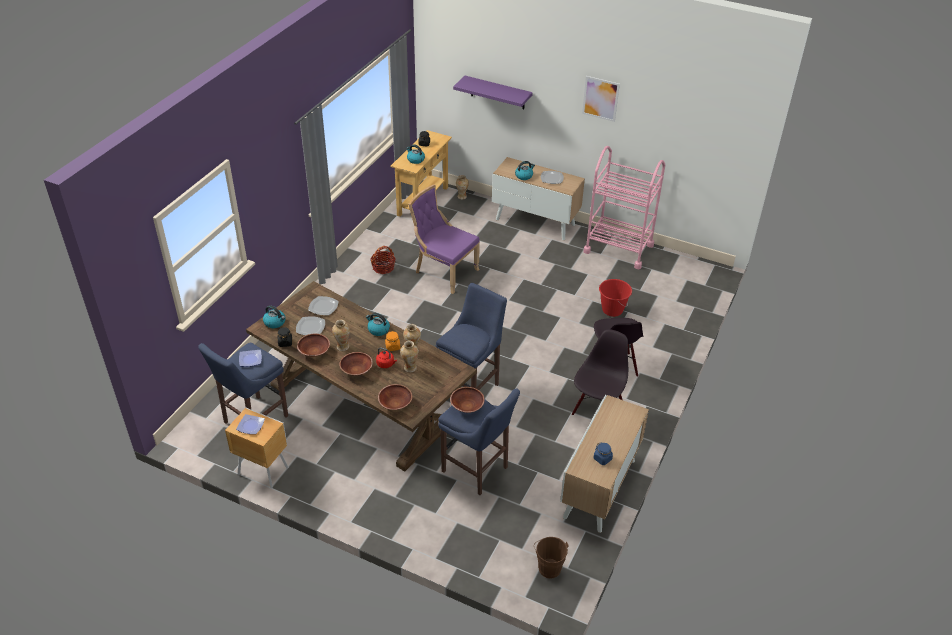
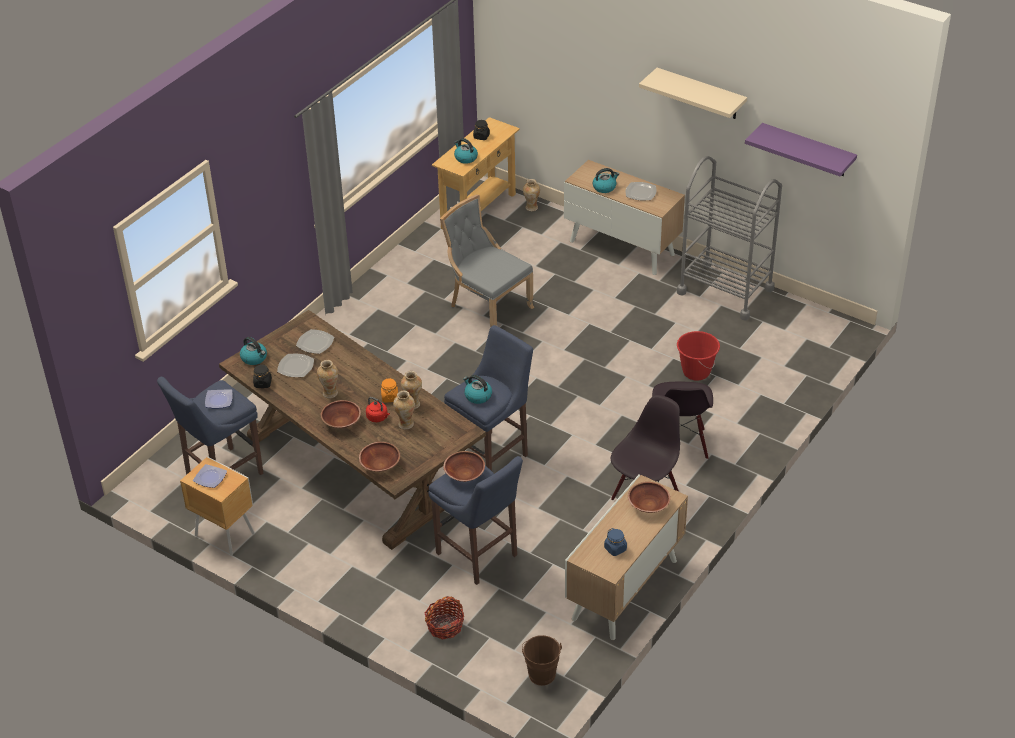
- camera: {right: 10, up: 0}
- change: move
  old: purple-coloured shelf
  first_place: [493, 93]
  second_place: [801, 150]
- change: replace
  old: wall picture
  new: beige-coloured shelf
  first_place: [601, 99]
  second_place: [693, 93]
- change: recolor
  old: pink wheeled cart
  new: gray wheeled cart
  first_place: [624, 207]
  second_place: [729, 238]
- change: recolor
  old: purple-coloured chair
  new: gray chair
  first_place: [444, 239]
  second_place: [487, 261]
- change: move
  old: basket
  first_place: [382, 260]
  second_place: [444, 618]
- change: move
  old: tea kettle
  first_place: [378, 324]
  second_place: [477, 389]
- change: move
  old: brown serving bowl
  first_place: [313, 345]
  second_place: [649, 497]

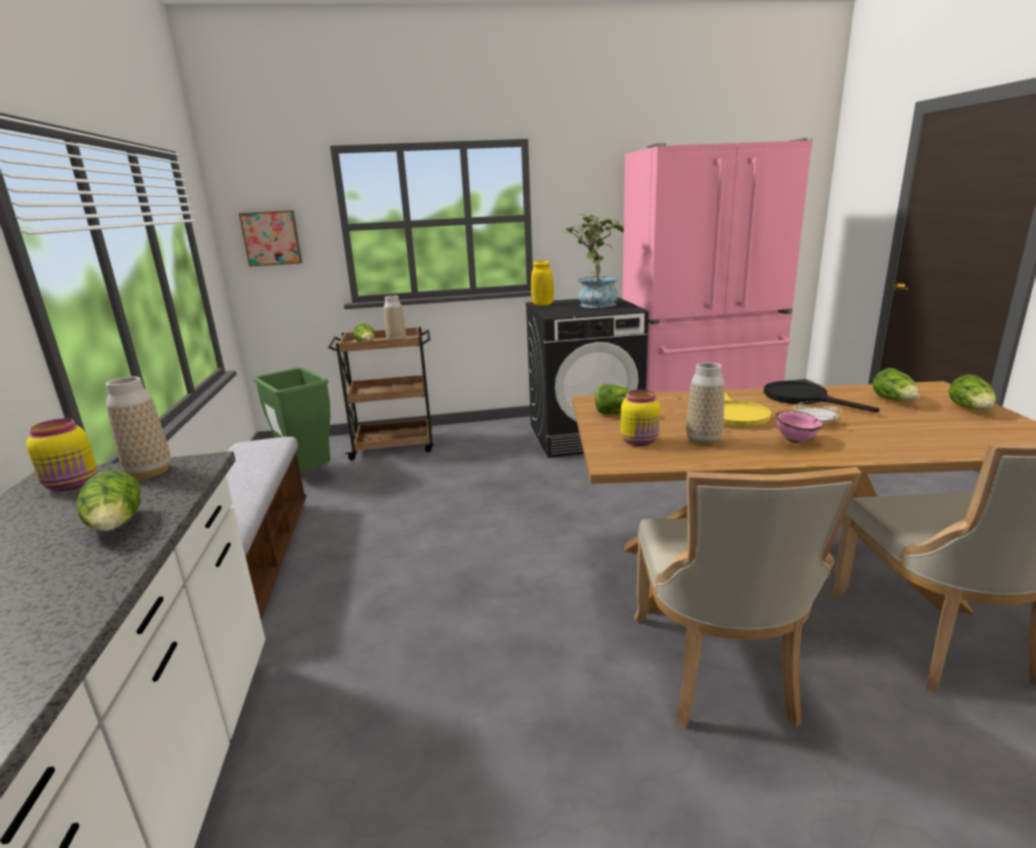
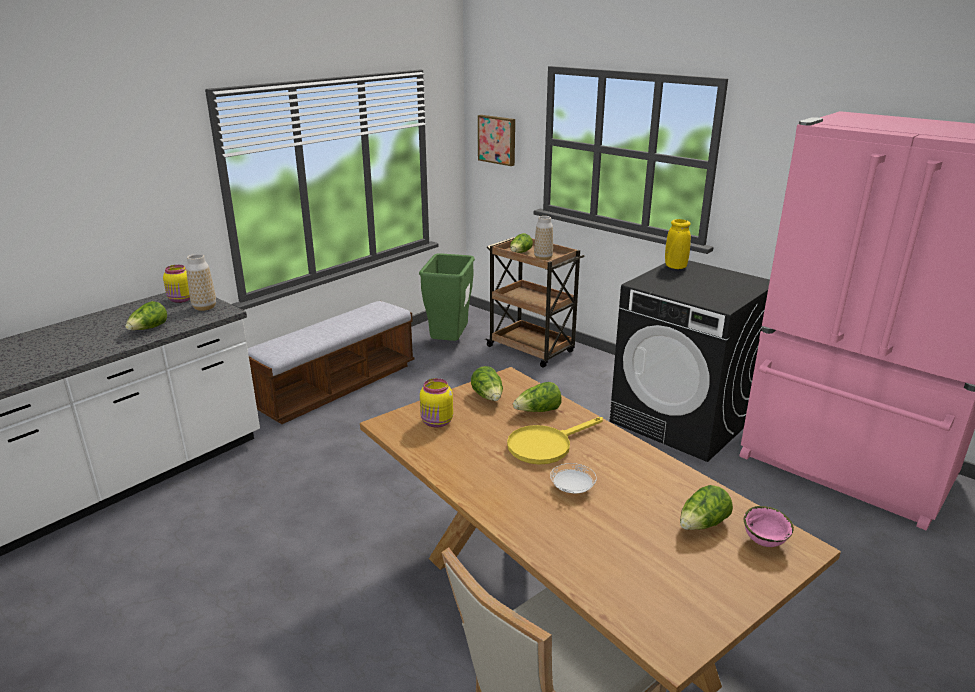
- camera: {right: 50, up: 5}
- change: delete
  old: potted plant
  first_place: [592, 260]
- change: delete
  old: vase
  first_place: [705, 404]
- change: move
  old: head of lettuce
  first_place: [972, 392]
  second_place: [537, 397]
- change: delete
  old: black-coloured pan
  first_place: [821, 397]
- change: move
  old: pink serving bowl
  first_place: [799, 426]
  second_place: [769, 526]
- change: delete
  old: beige-coloured chair
  first_place: [748, 597]

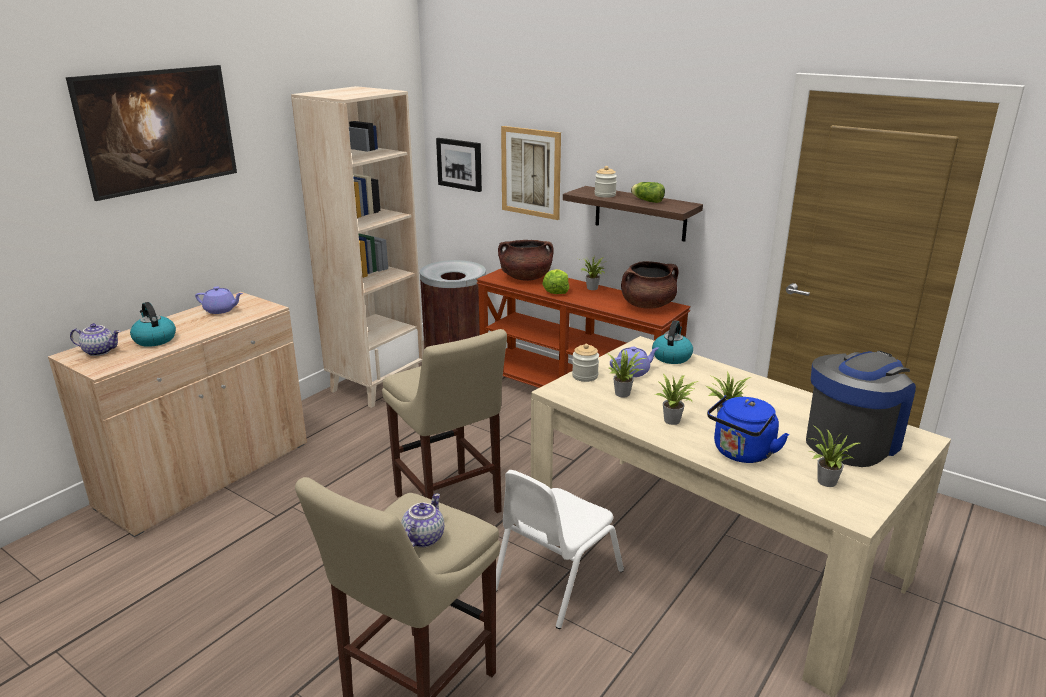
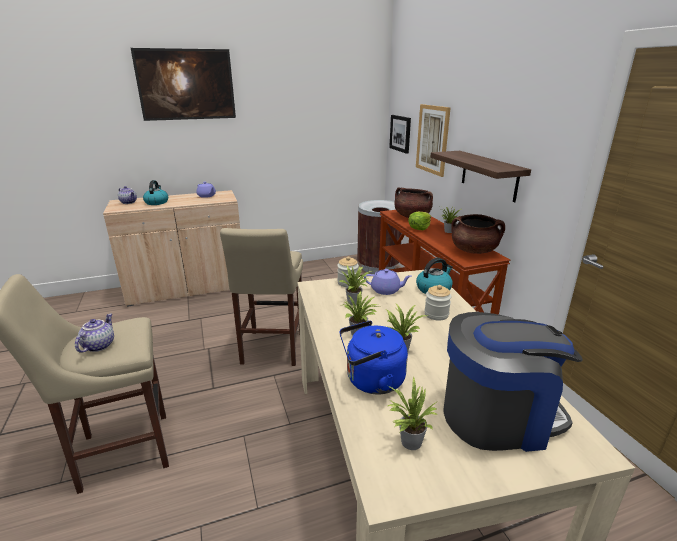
- camera: {right: 35, up: 0}
- change: delete
  old: beige-coloured shelving unit
  first_place: [357, 247]
- change: move
  old: preserve jar
  first_place: [606, 182]
  second_place: [437, 302]
- change: delete
  old: head of lettuce
  first_place: [648, 192]
- change: delete
  old: white chair
  first_place: [560, 549]
- change: rotate
  old: pot for tea
  first_place: [422, 520]
  second_place: [94, 333]
  degrees: -45

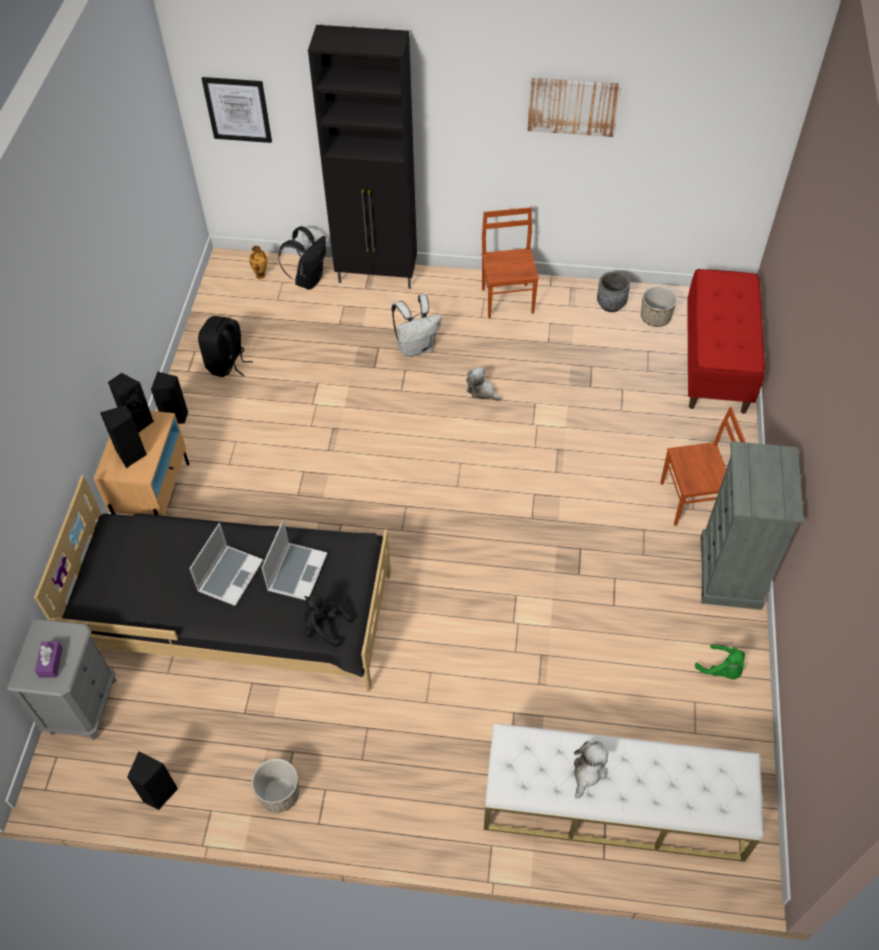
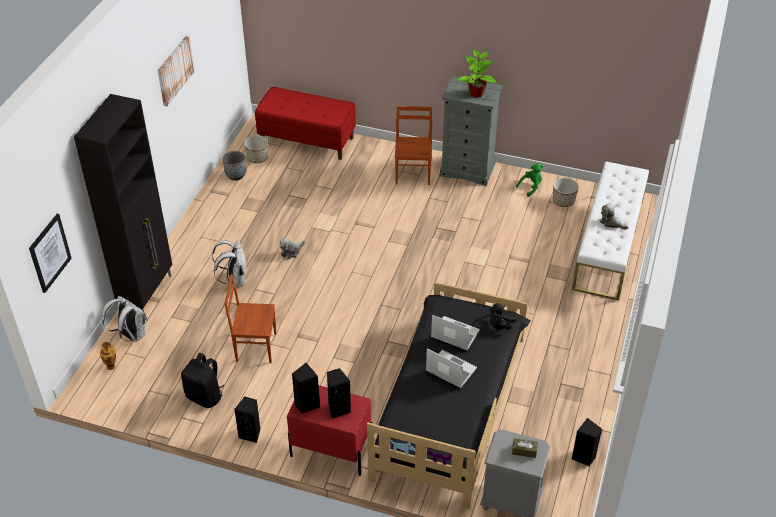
- camera: {right: -80, up: -10}
- change: move
  old: brown chair
  first_place: [510, 262]
  second_place: [250, 318]
- change: recolor
  old: black-coloured knapsack
  new: white knapsack
  first_place: [302, 258]
  second_place: [125, 319]
- change: recolor
  old: beige-coloured night table
  new: reddish night table
  first_place: [141, 463]
  second_place: [329, 430]
- change: recolor
  old: purple-coloured tissue holder
  new: brown tissue holder
  first_place: [49, 659]
  second_place: [525, 448]
- change: move
  old: flower pot
  first_place: [275, 786]
  second_place: [566, 192]
- change: insert
  new: potted plant
  second_place: [477, 73]

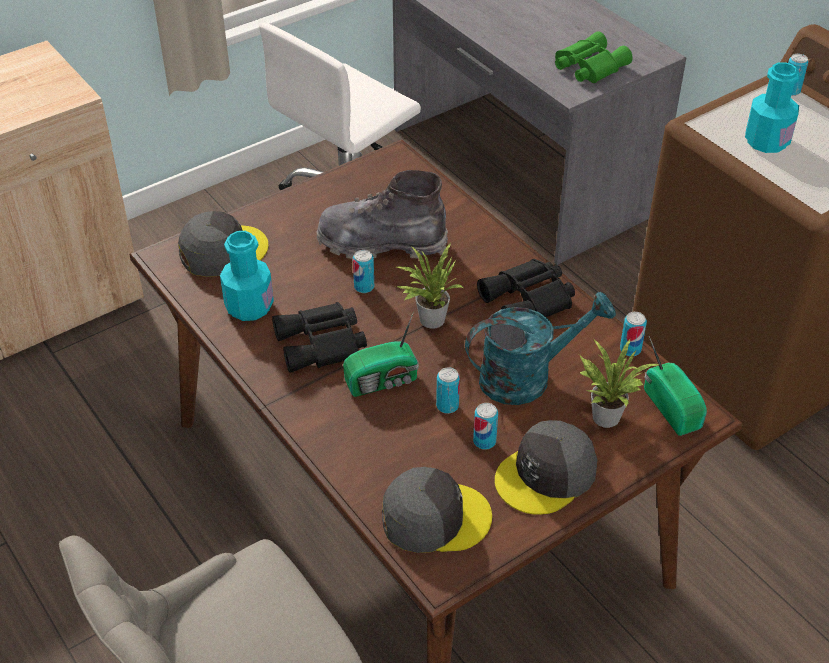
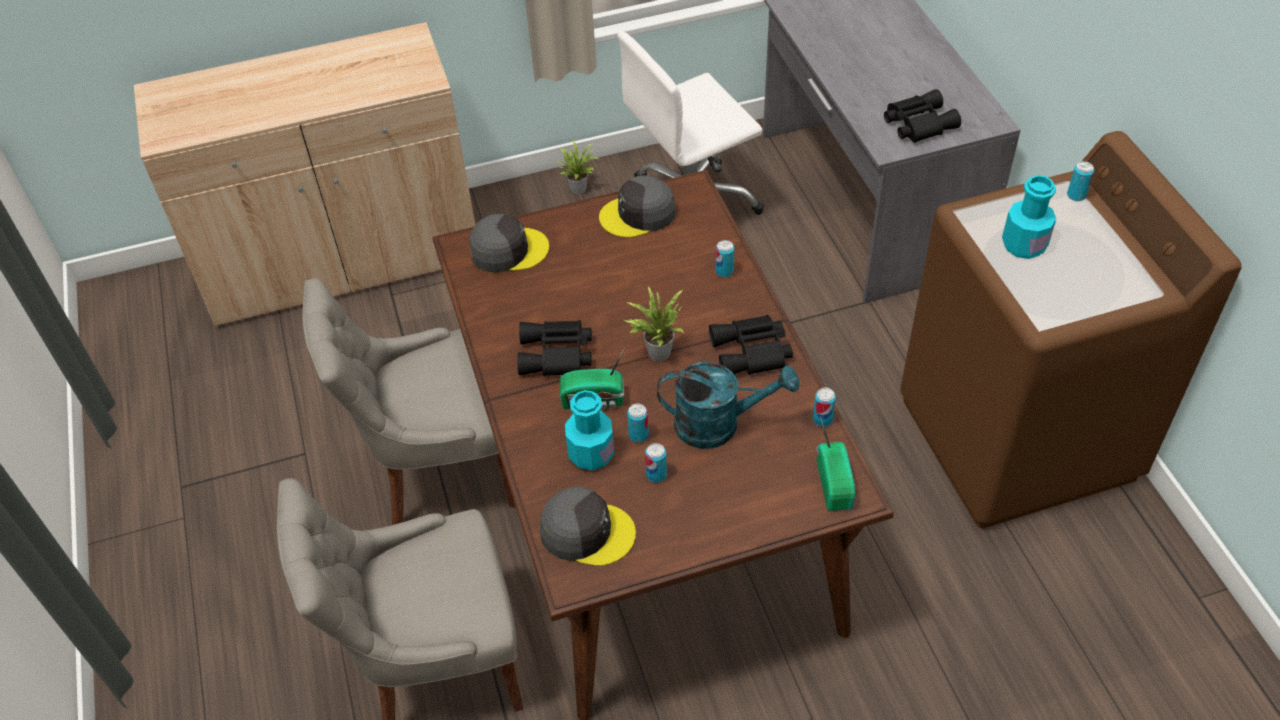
- camera: {right: 20, up: 5}
- change: recolor
  old: green-coloured field glasses
  new: black-coloured field glasses
  first_place: [594, 57]
  second_place: [922, 116]
- change: delete
  old: gray tall boot
  first_place: [382, 214]
- change: move
  old: blue-green beverage bottle
  first_place: [247, 276]
  second_place: [589, 430]
- change: move
  old: can
  first_place: [363, 271]
  second_place: [725, 258]
- change: move
  old: potted plant
  first_place: [619, 383]
  second_place: [578, 167]
- change: move
  old: gray baseball cap
  first_place: [546, 467]
  second_place: [637, 206]
- change: insert
  new: gray chair
  second_place: [408, 401]

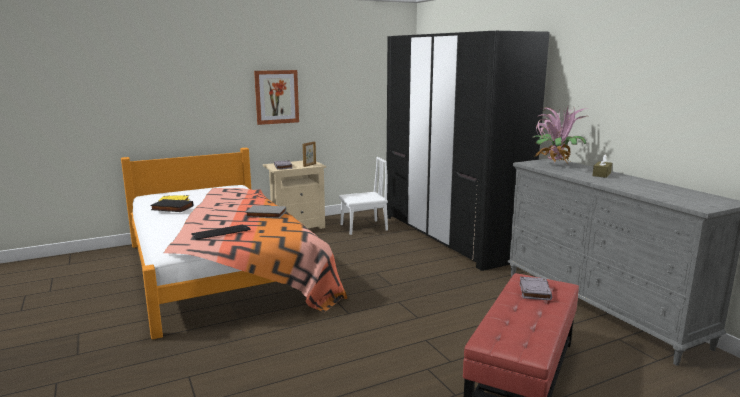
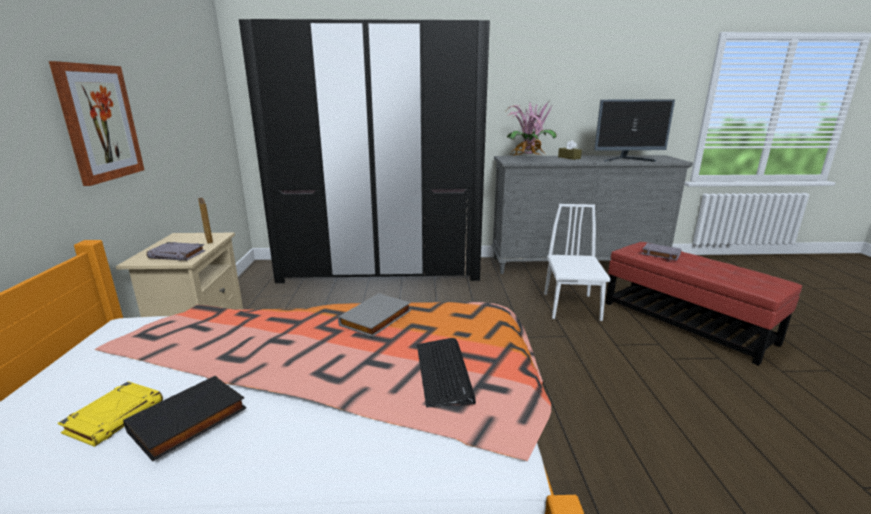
- camera: {right: -65, up: 5}
- change: move
  old: white chair
  first_place: [363, 196]
  second_place: [577, 262]
- change: insert
  new: monitor
  second_place: [634, 131]

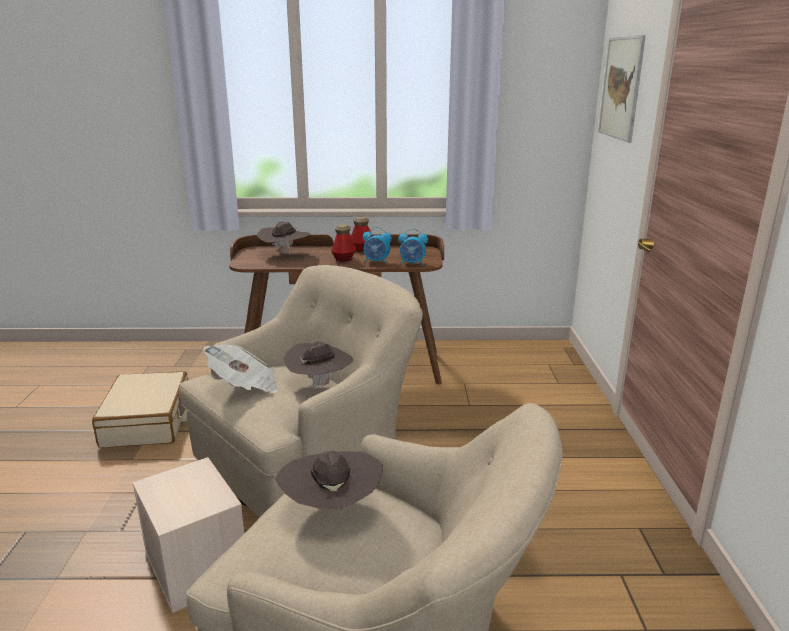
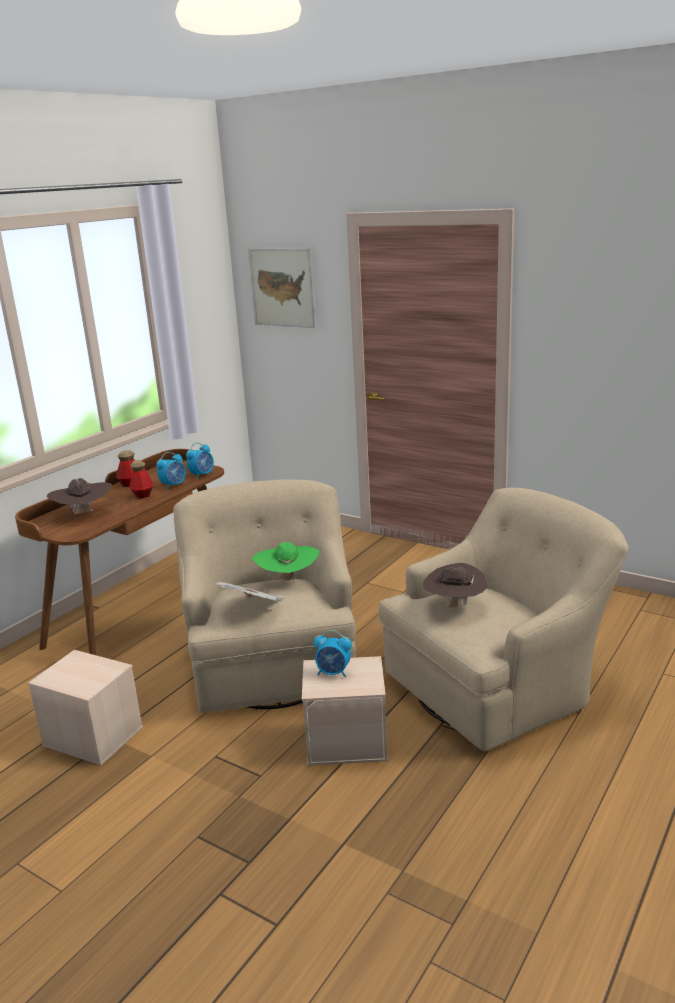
- camera: {right: -55, up: 0}
- change: recolor
  old: brown wearable hat
  new: green-coloured wearable hat
  first_place: [319, 365]
  second_place: [286, 562]
- change: replace
  old: beige-coloured travel case
  new: beige-coloured storage box
  first_place: [140, 409]
  second_place: [85, 707]
- change: insert
  new: bedside clock
  second_place: [333, 654]

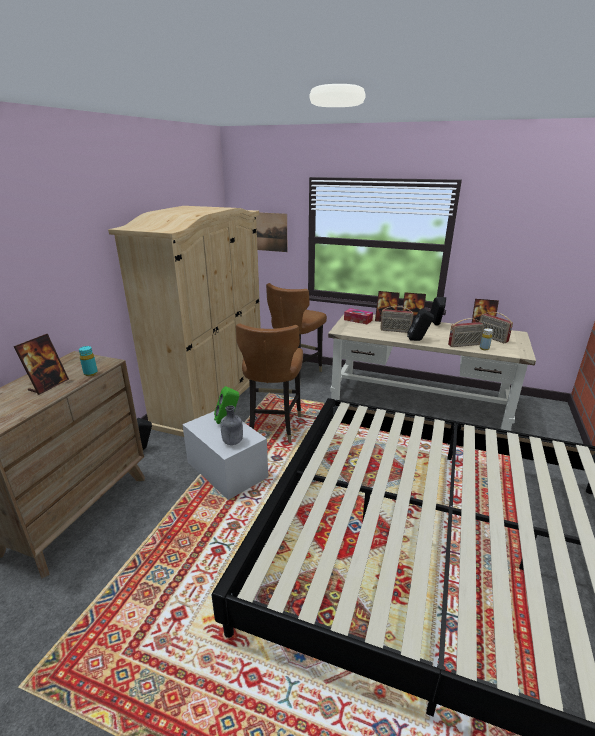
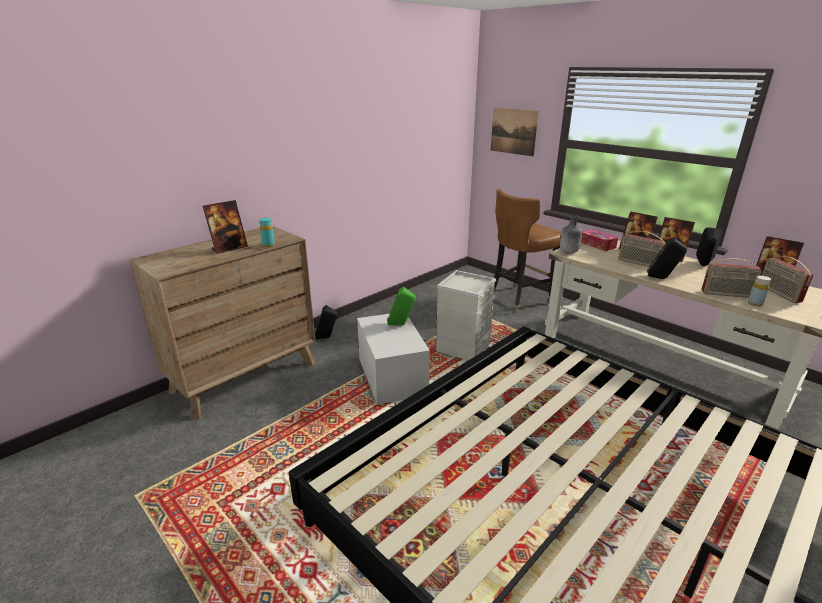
- camera: {right: 25, up: 0}
- change: delete
  old: beige-coloured wardrobe
  first_place: [184, 321]
- change: replace
  old: brown chair
  new: gray storage box
  first_place: [269, 383]
  second_place: [466, 315]
- change: move
  old: gray beverage bottle
  first_place: [231, 425]
  second_place: [571, 234]

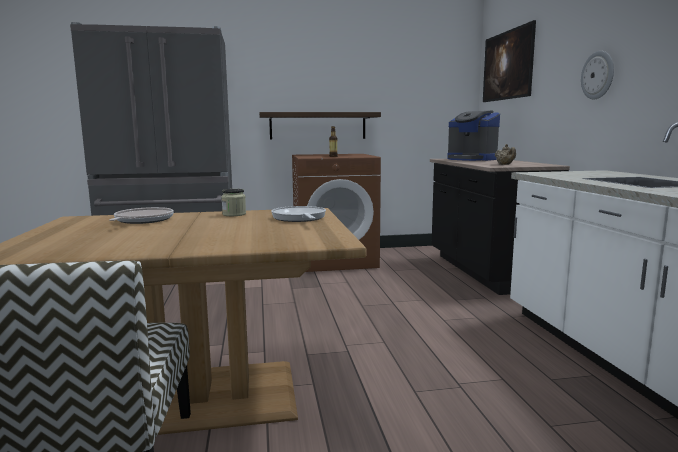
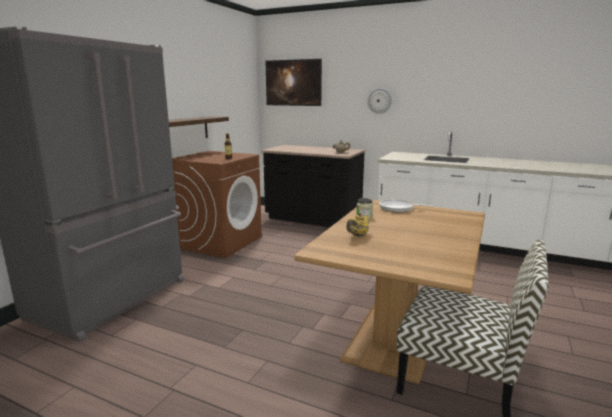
- camera: {right: -55, up: 5}
- change: delete
  old: coffee machine
  first_place: [473, 136]
- change: replace
  old: pan
  new: yellowish pot for tea
  first_place: [141, 215]
  second_place: [358, 224]

